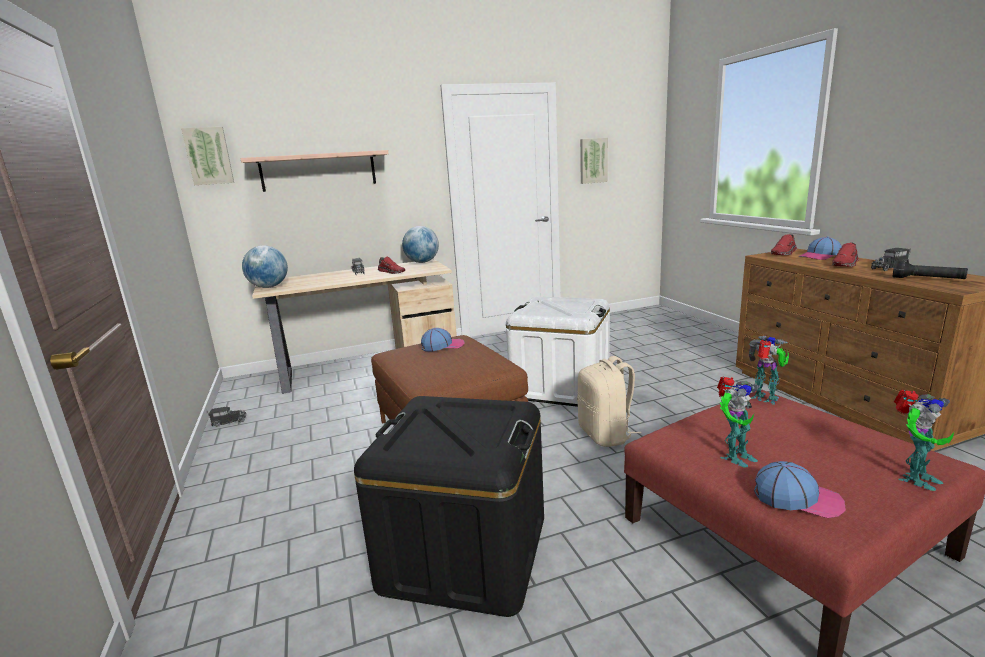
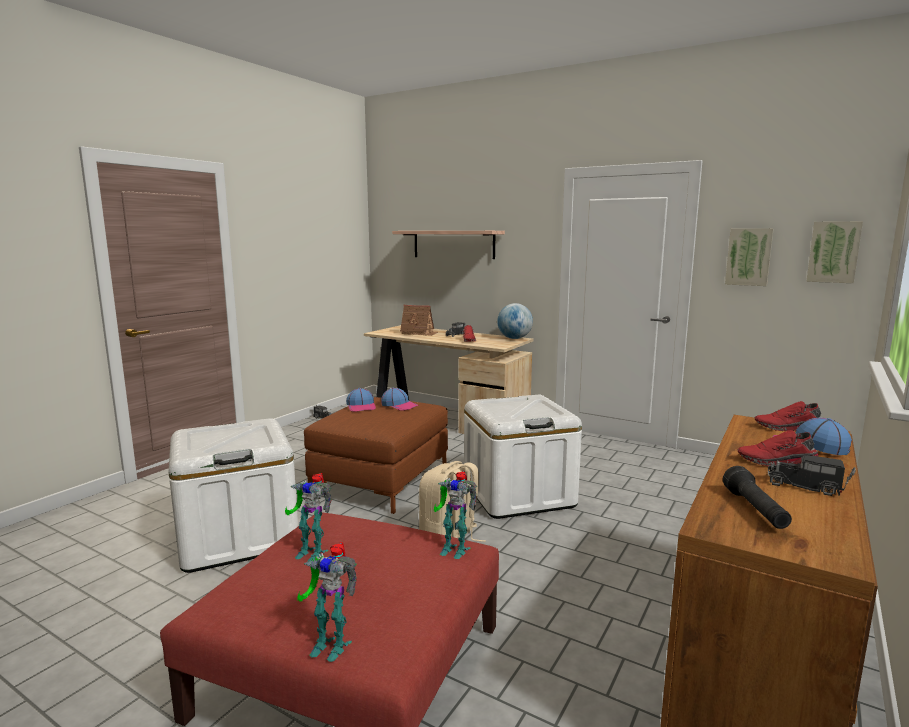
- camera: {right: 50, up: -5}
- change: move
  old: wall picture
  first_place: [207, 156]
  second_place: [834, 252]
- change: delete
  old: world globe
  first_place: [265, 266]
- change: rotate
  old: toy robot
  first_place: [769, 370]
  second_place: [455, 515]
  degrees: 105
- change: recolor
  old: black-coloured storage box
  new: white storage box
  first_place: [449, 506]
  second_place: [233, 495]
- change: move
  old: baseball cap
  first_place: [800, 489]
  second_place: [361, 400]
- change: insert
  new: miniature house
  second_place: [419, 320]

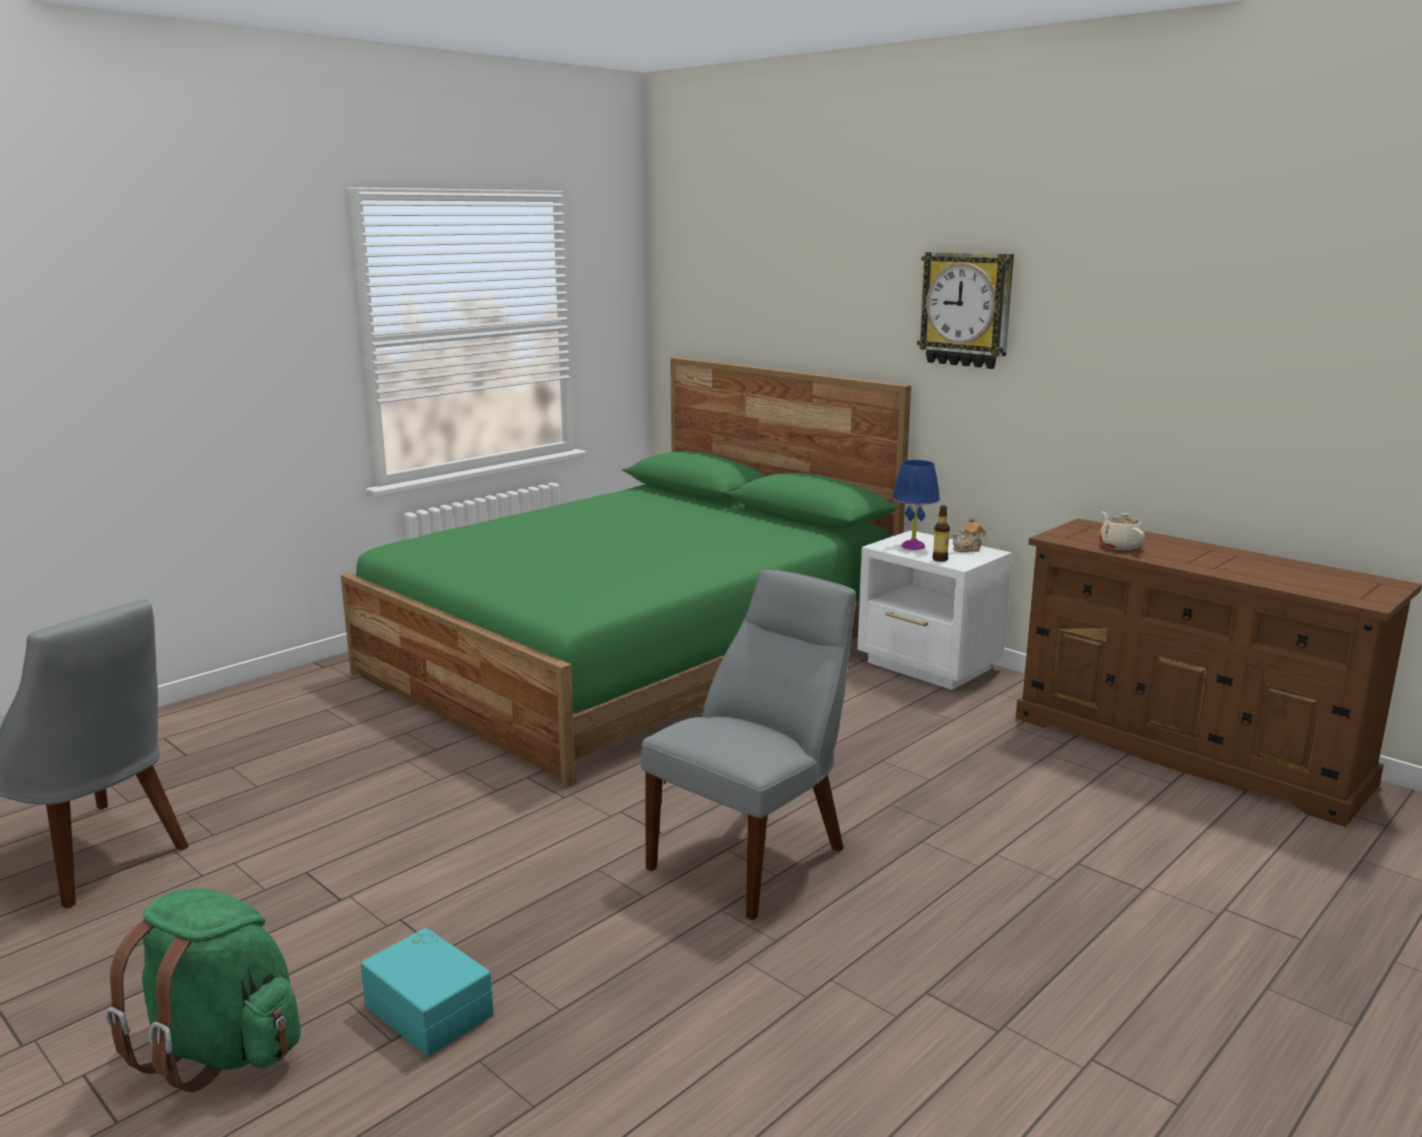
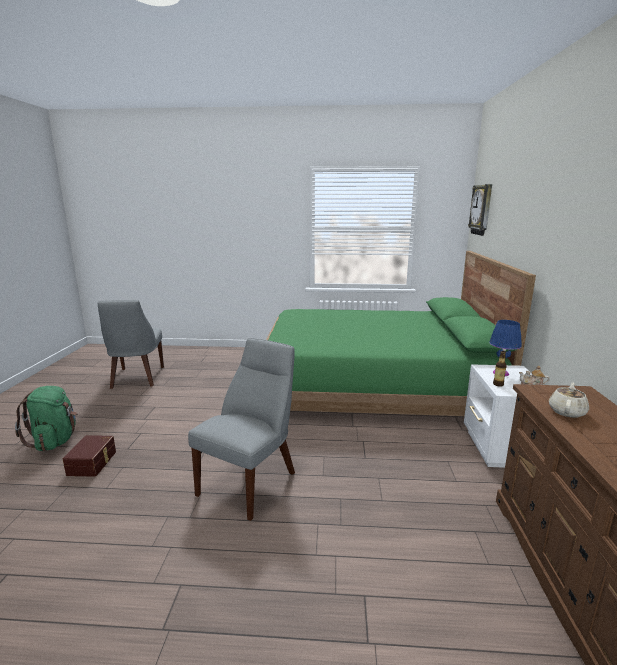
- camera: {right: 50, up: 0}
- change: move
  old: clock on the wall
  first_place: [965, 310]
  second_place: [480, 210]
- change: rotate
  old: gray chair
  first_place: [748, 744]
  second_place: [241, 429]
  degrees: -60
- change: recolor
  old: blue-green storage box
  new: brown storage box
  first_place: [427, 992]
  second_place: [89, 456]

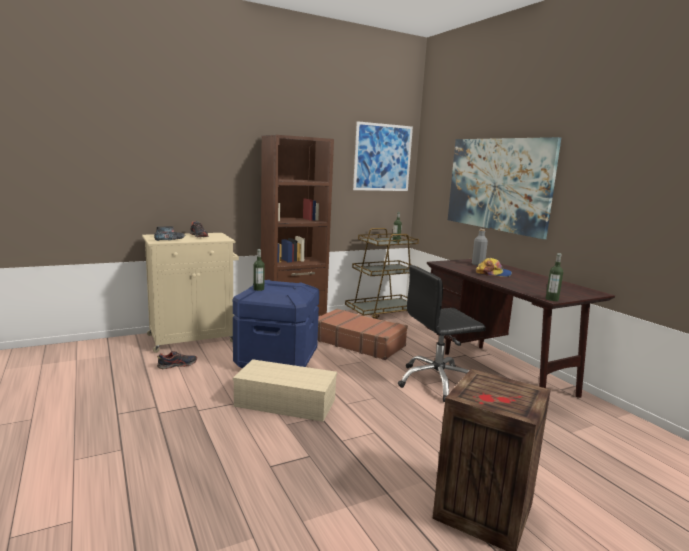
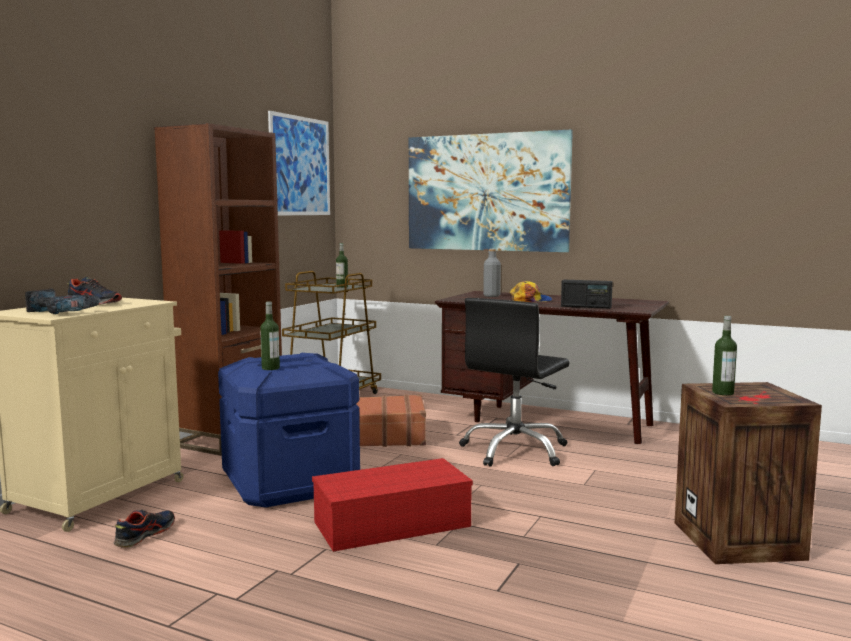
- camera: {right: -35, up: -5}
- change: move
  old: beverage bottle
  first_place: [554, 277]
  second_place: [724, 355]
- change: recolor
  old: beige-coloured storage box
  new: reddish storage box
  first_place: [285, 390]
  second_place: [392, 505]
- change: insert
  new: radio receiver
  second_place: [587, 294]

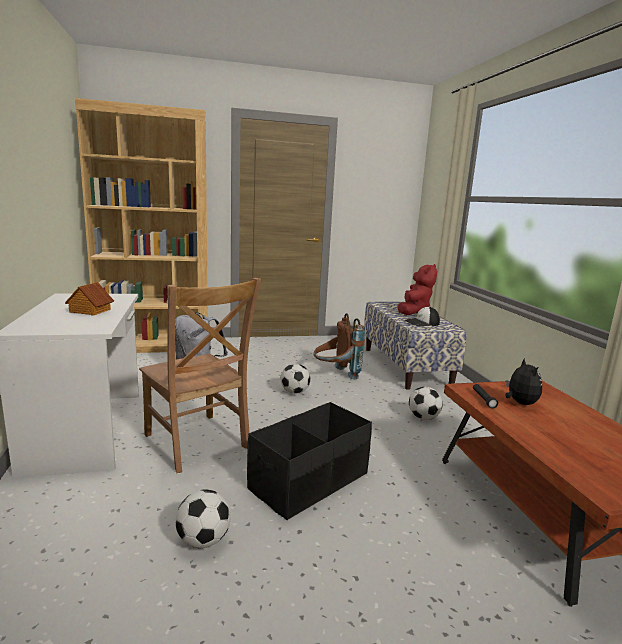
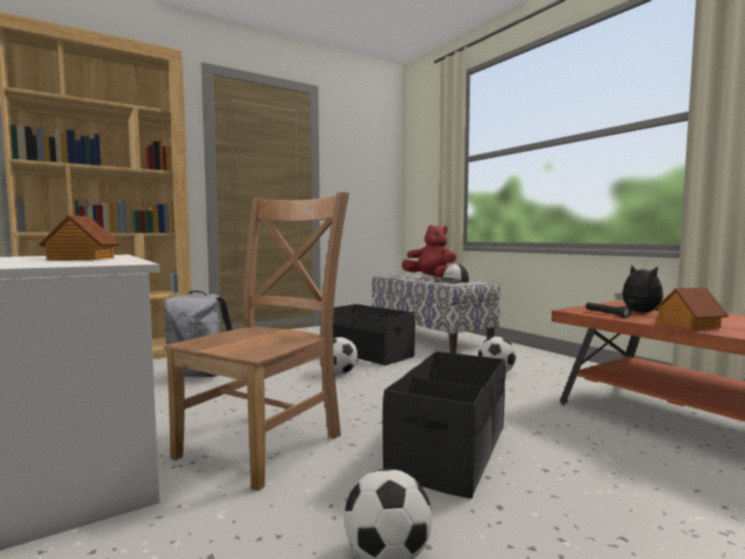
- camera: {right: -20, up: -10}
- change: rotate
  old: reddish plush toy
  first_place: [417, 289]
  second_place: [429, 251]
  degrees: -60
- change: rotate
  old: brown chair
  first_place: [200, 375]
  second_place: [256, 341]
  degrees: -90
- change: replace
  old: brown knapsack
  new: black-coloured storage box
  first_place: [339, 346]
  second_place: [374, 335]
- change: insert
  new: miniature house
  second_place: [691, 308]

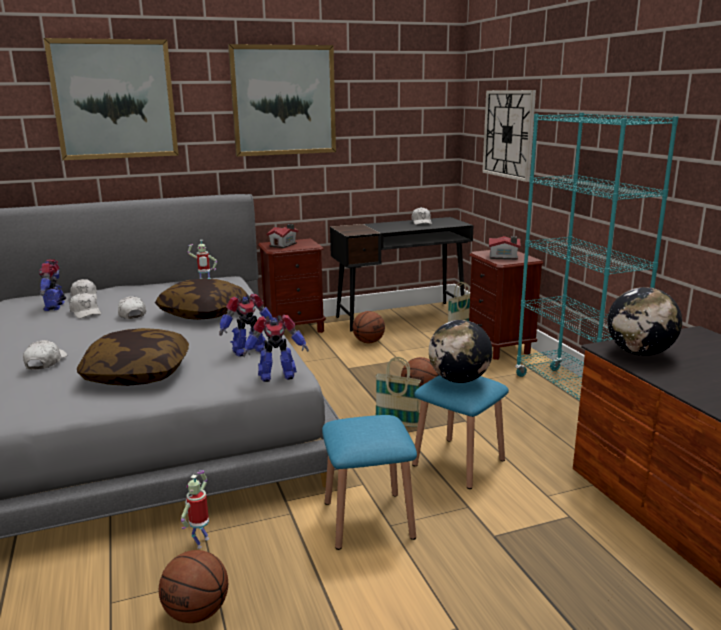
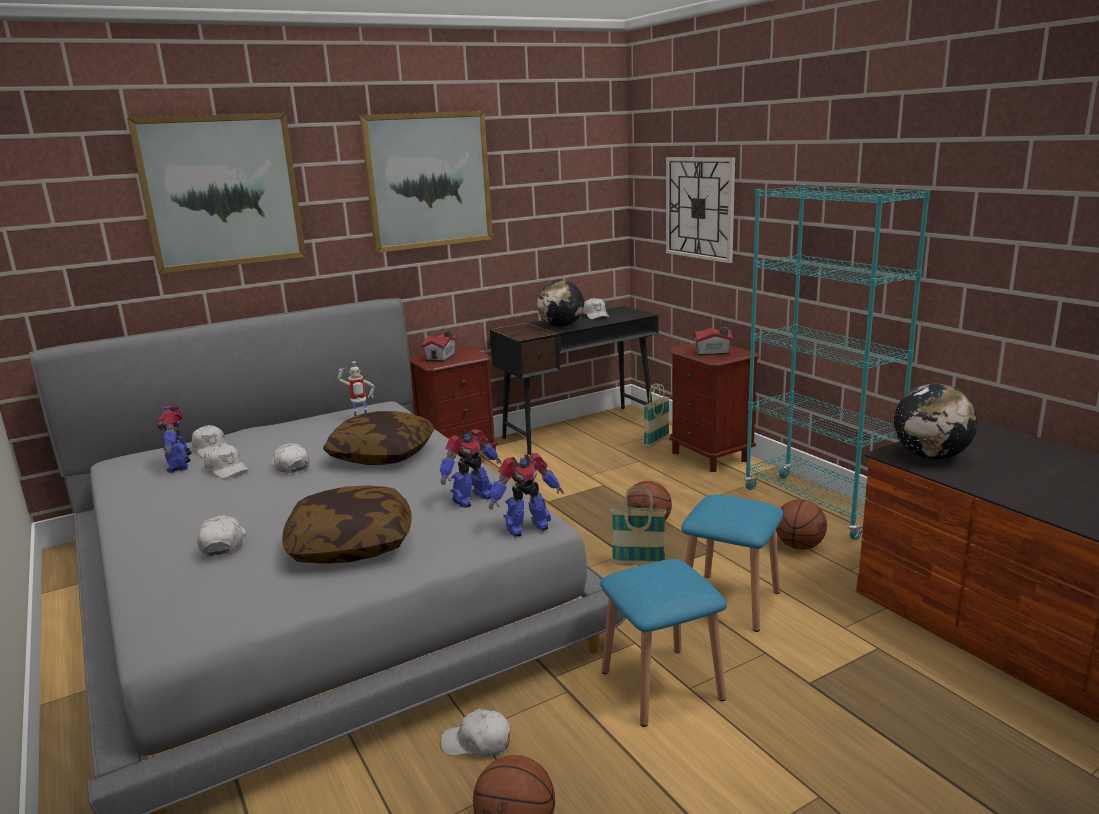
- camera: {right: -10, up: 0}
- change: move
  old: basketball ball
  first_place: [369, 327]
  second_place: [801, 524]
- change: move
  old: world globe
  first_place: [460, 351]
  second_place: [560, 303]
- change: replace
  old: toy robot
  new: white baseball cap
  first_place: [195, 509]
  second_place: [475, 732]

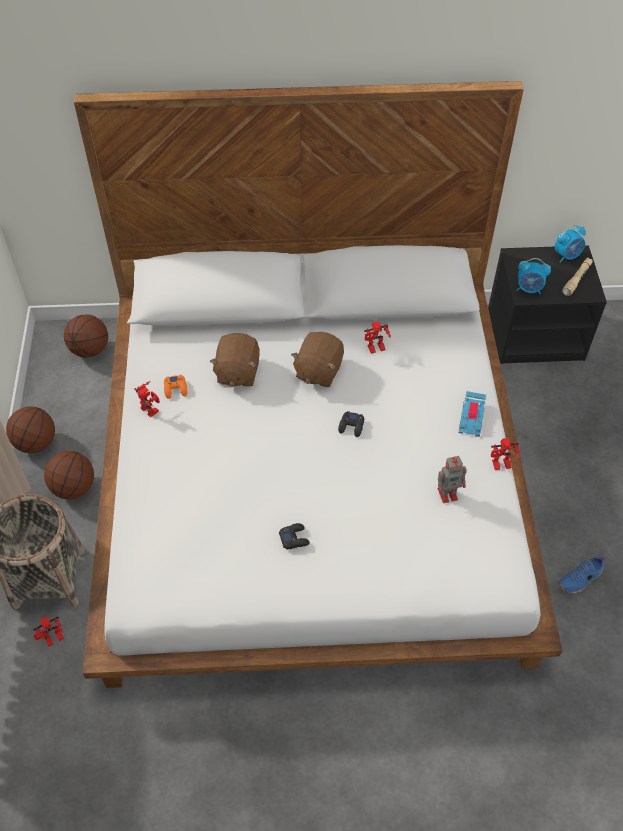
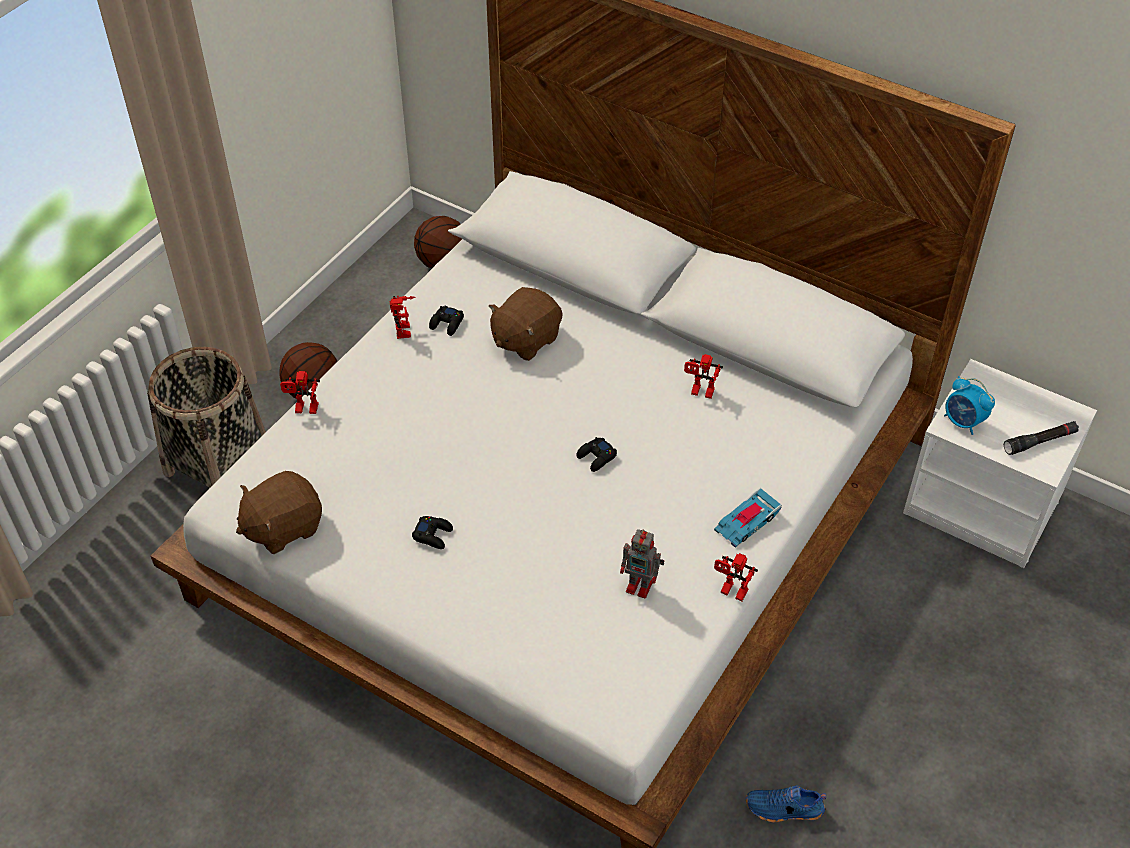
- camera: {right: 35, up: -5}
- change: delete
  old: bedside clock
  first_place: [570, 244]
- change: recolor
  old: black-coloured night table
  new: white night table
  first_place: [547, 304]
  second_place: [1000, 463]
- change: recolor
  old: beige-coloured hand torch
  new: black-coloured hand torch
  first_place: [577, 277]
  second_place: [1041, 438]
- change: move
  old: brown plush toy
  first_place: [317, 359]
  second_place: [279, 512]
- change: recolor
  old: orangey game controller
  new: black-coloured game controller
  first_place: [176, 387]
  second_place: [446, 321]
- change: delete
  old: basketball ball
  first_place: [30, 429]
- change: move
  old: toy robot
  first_place: [48, 631]
  second_place: [300, 392]

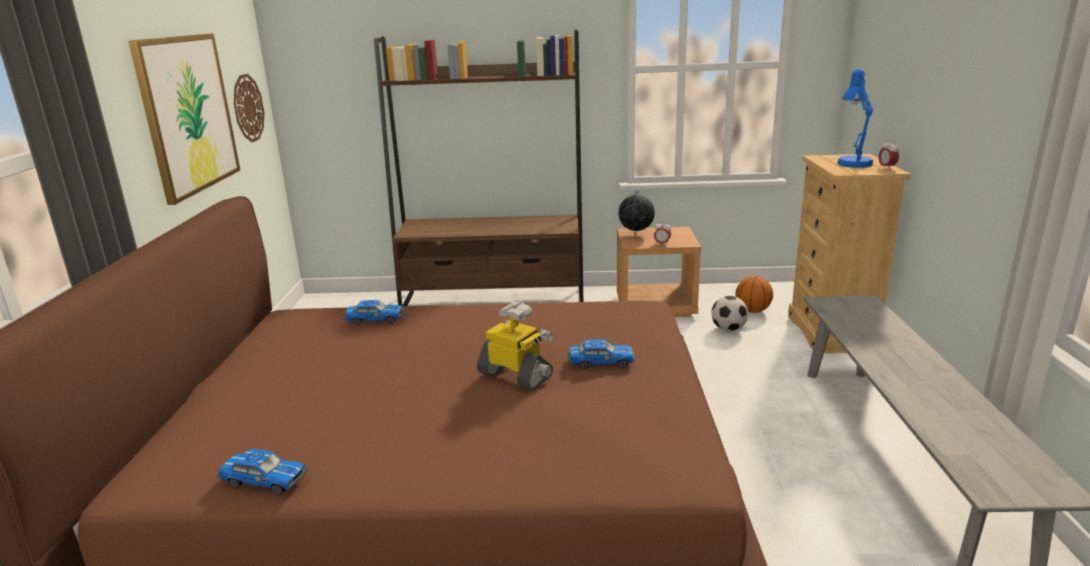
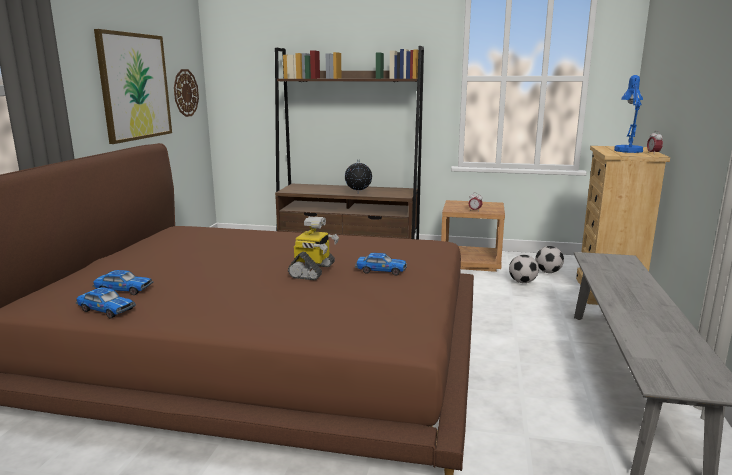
- camera: {right: 10, up: -5}
- change: move
  old: world globe
  first_place: [636, 212]
  second_place: [358, 176]
- change: replace
  old: basketball ball
  new: ball for football
  first_place: [754, 294]
  second_place: [549, 259]
- change: move
  old: miniature car
  first_place: [374, 312]
  second_place: [122, 282]
- change: rotate
  old: toy robot
  first_place: [515, 346]
  second_place: [313, 248]
  degrees: 60

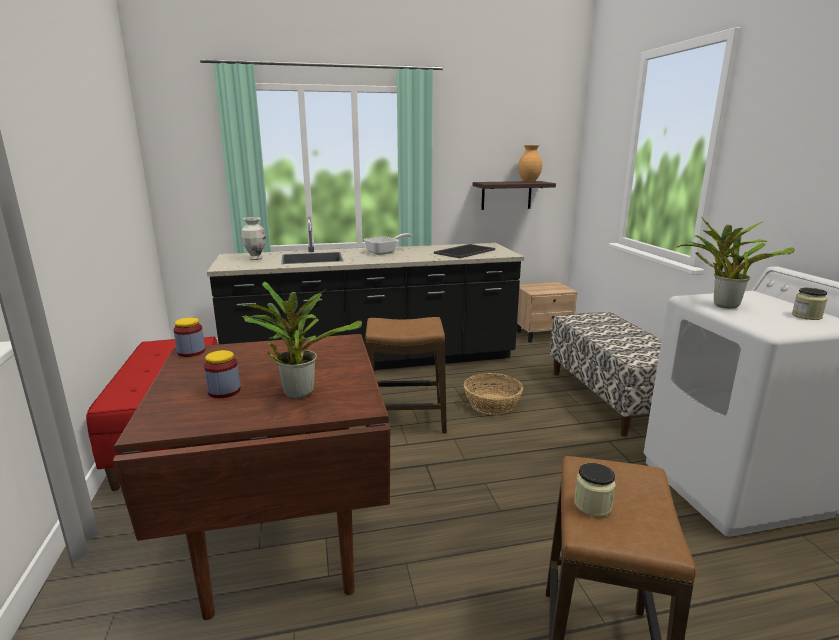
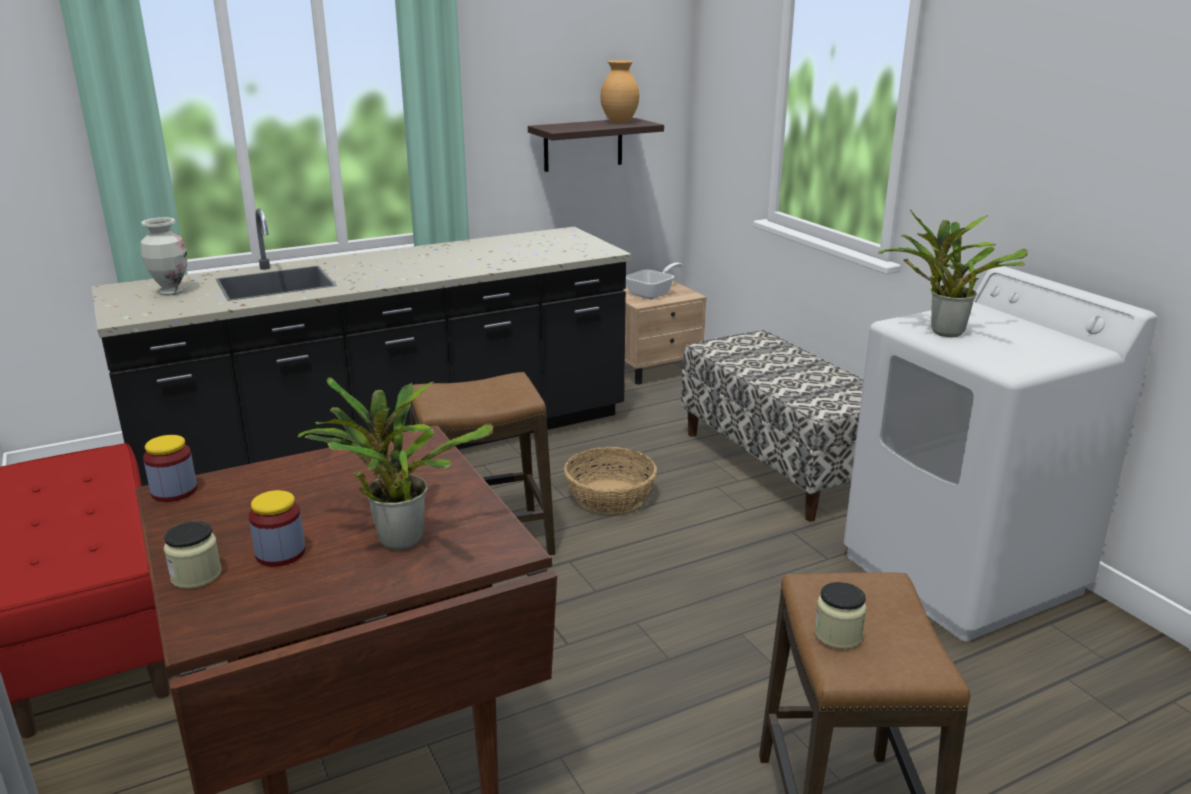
- camera: {right: -15, up: 5}
- change: move
  old: pan
  first_place: [388, 244]
  second_place: [654, 281]
- change: delete
  old: tray
  first_place: [464, 251]
- change: move
  old: preserve jar
  first_place: [809, 304]
  second_place: [193, 555]

